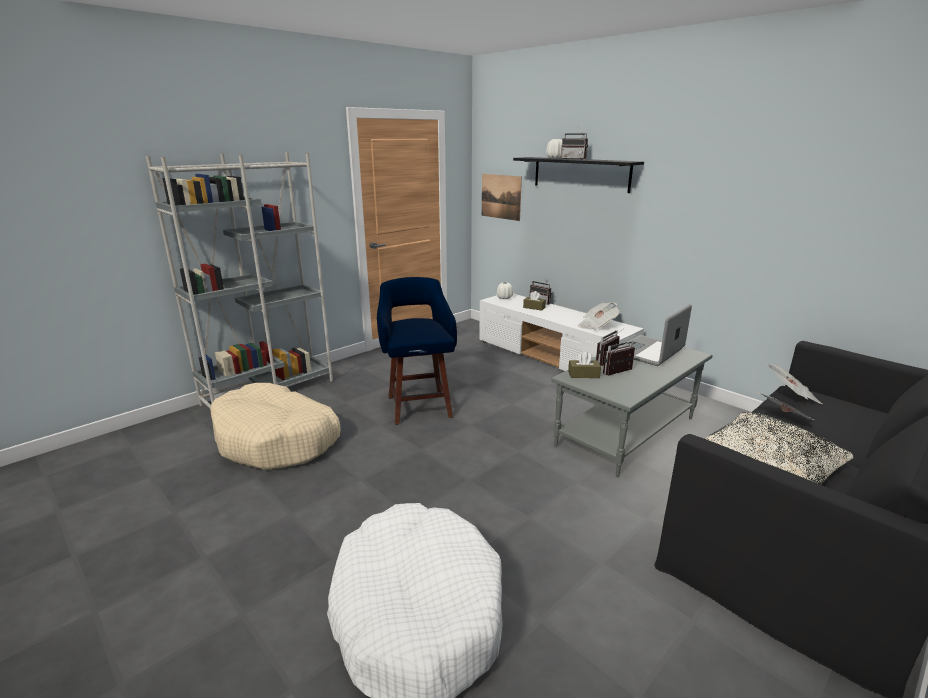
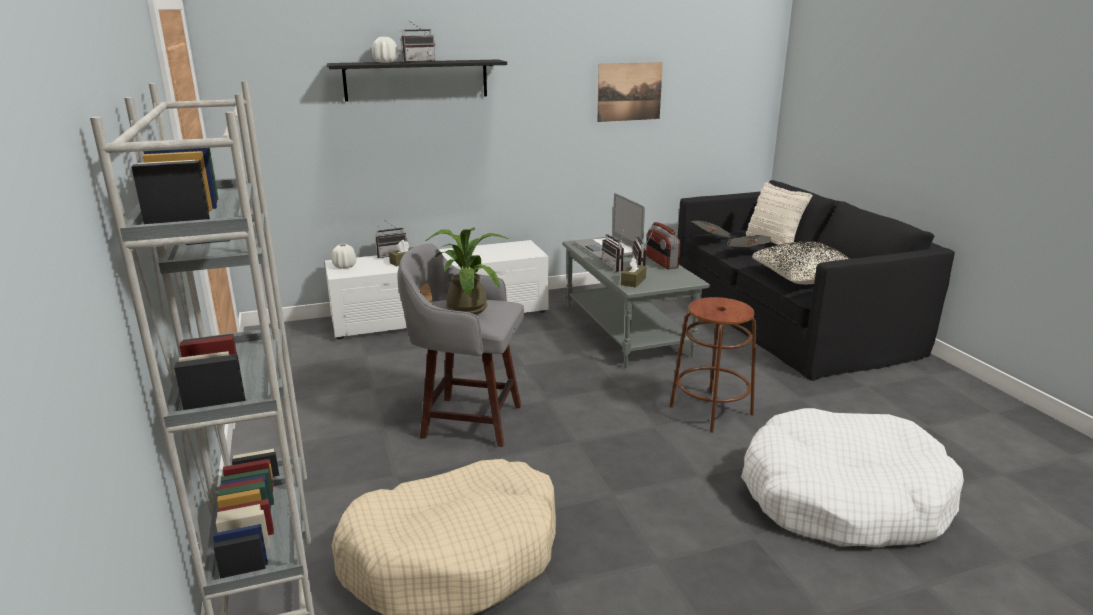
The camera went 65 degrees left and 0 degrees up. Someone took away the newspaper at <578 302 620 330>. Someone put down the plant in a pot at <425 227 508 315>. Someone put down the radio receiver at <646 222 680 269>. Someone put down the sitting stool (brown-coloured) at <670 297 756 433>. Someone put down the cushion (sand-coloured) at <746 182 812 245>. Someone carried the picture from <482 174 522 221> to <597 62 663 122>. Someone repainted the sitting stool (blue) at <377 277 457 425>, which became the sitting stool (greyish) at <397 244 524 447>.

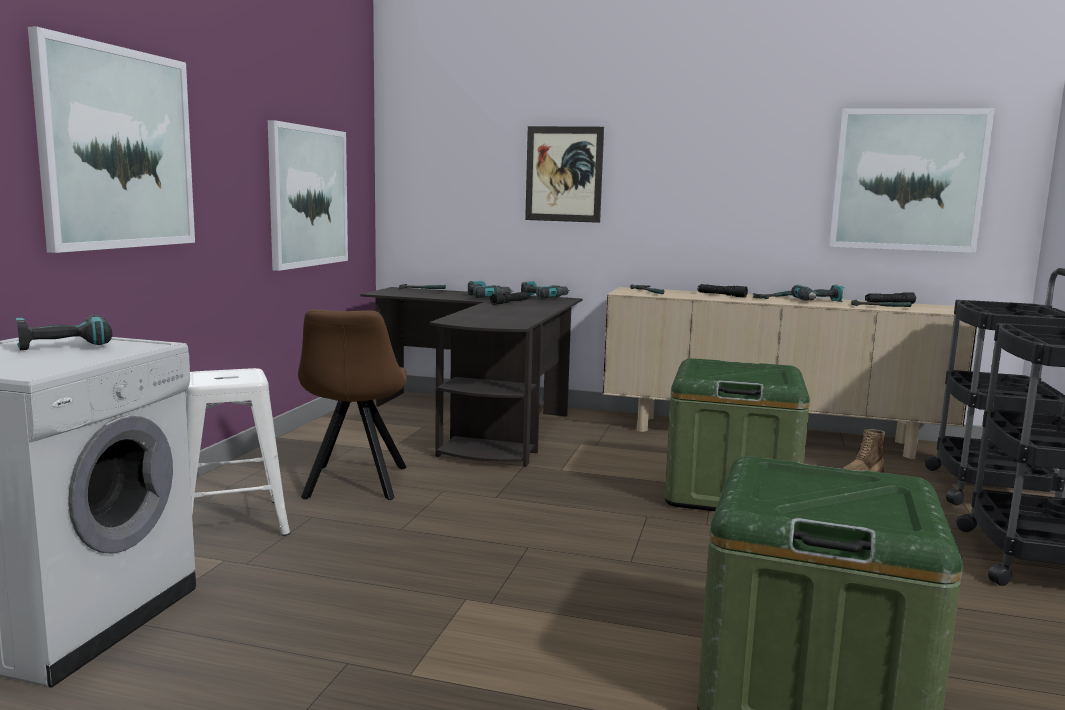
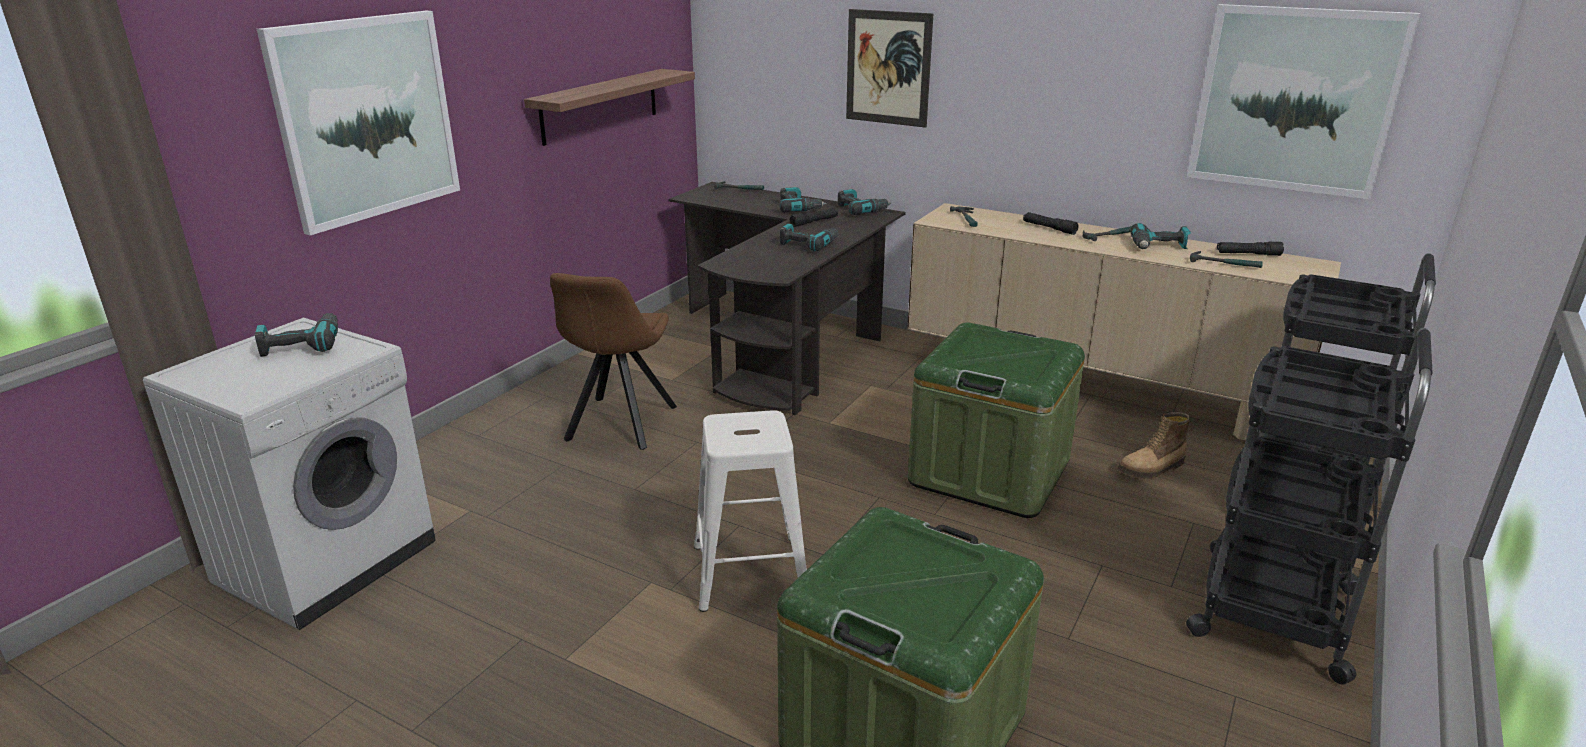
The camera went 15 degrees right and 15 degrees up. Someone put down the drill at <780 223 838 251>. Someone carried the sitting stool (white-coloured) from <186 368 290 536> to <694 410 807 612>. Someone swapped the picture at <268 120 348 271> for the wall shelf at <524 69 695 146>.

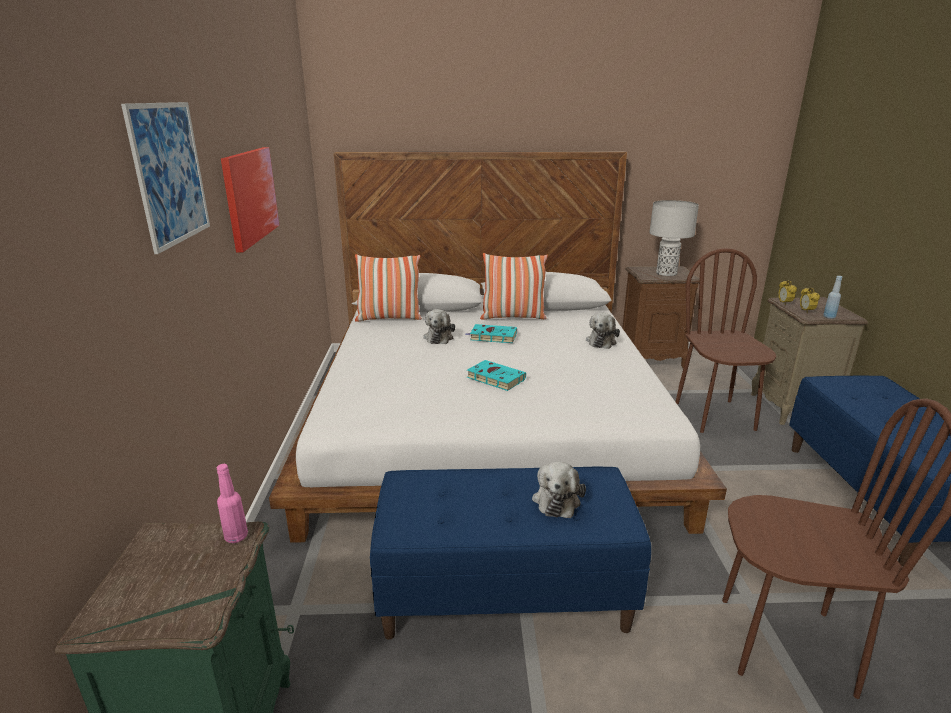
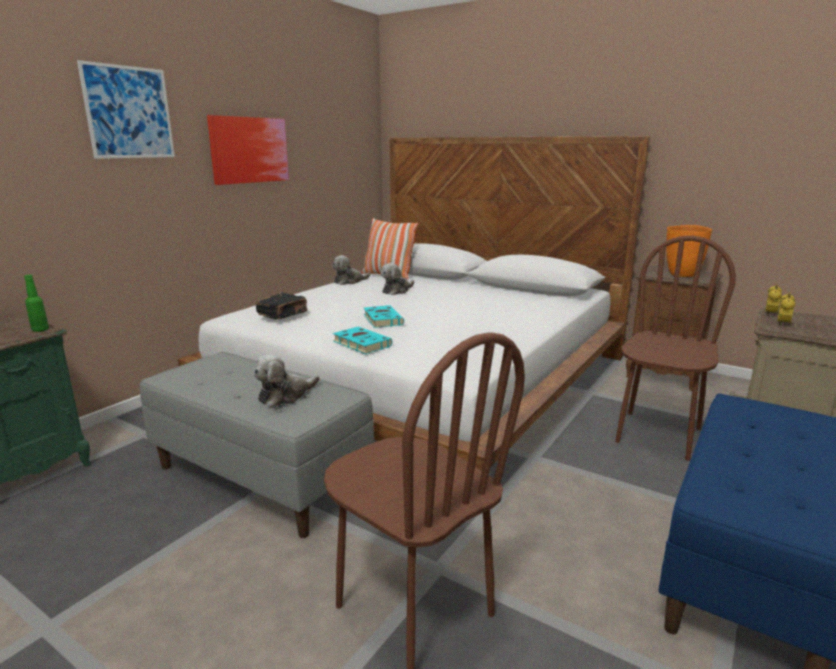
The camera went 35 degrees right and 5 degrees down. Someone took away the cushion at <480 253 548 320>. Someone took away the drink bottle (blue) at <823 276 842 319>. Someone put down the volume (blackish) at <255 293 308 320>. Someone carried the volume (blue-green) from <465 324 517 343> to <333 327 392 354>. Someone carried the plush toy from <586 313 620 349> to <332 255 370 285>. Someone swapped the tabletop lamp (white-coloured) at <649 200 699 276> for the vase (orange-coloured) at <666 225 712 277>. Someone repainted the drink bottle (pink) at <217 464 248 543>, which became the drink bottle (green) at <24 275 49 332>. Someone repainted the long seat (blue) at <370 467 651 640>, which became the long seat (greyish) at <140 352 374 538>.

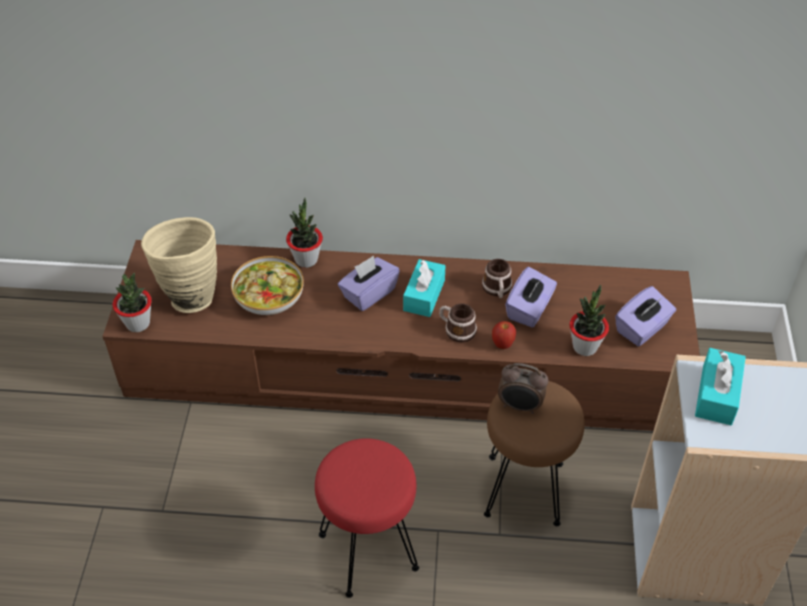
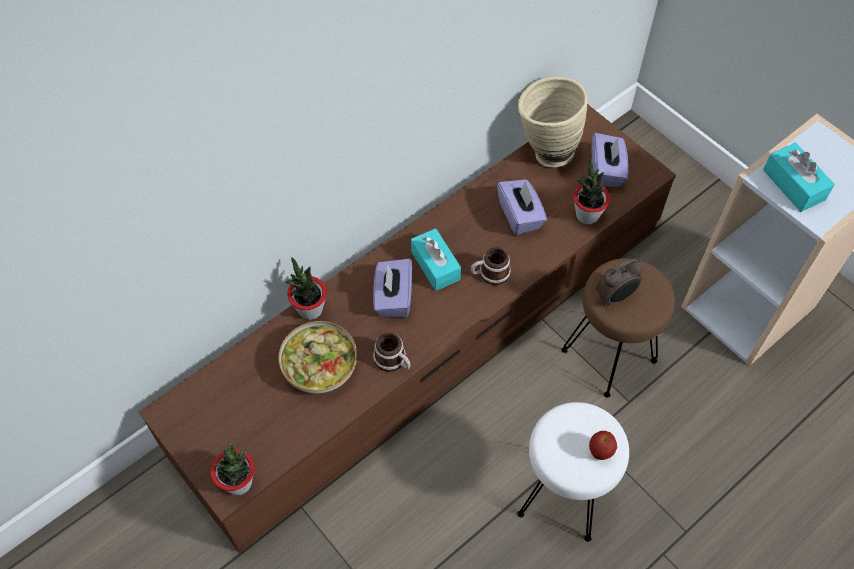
The camera went 45 degrees left and 10 degrees up. Someone carried the vase (sand-coloured) from <141 217 217 313> to <518 76 587 167>. Someone carried the mug from <482 259 512 298> to <373 333 410 372>. Someone carried the apple fruit from <492 321 516 349> to <589 431 617 460>. Someone repainted the sitting stool (reddish) at <315 438 419 598>, which became the sitting stool (white-coloured) at <517 402 629 542>.

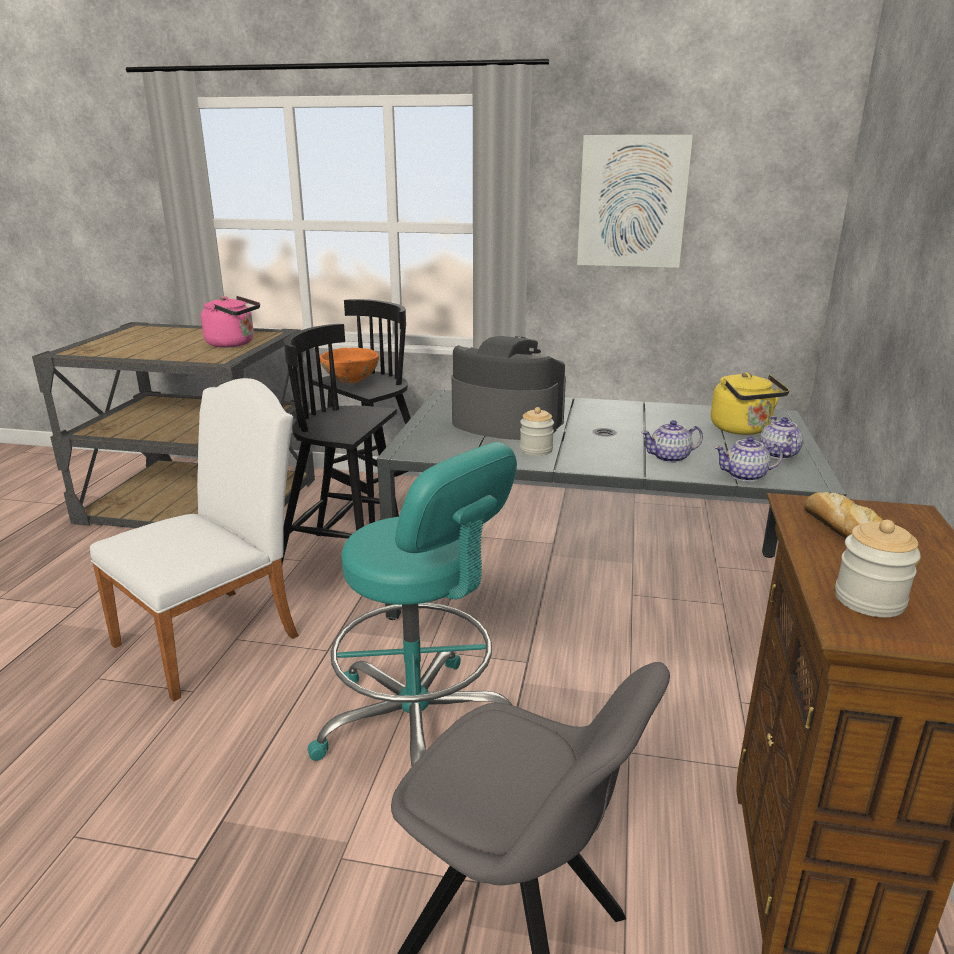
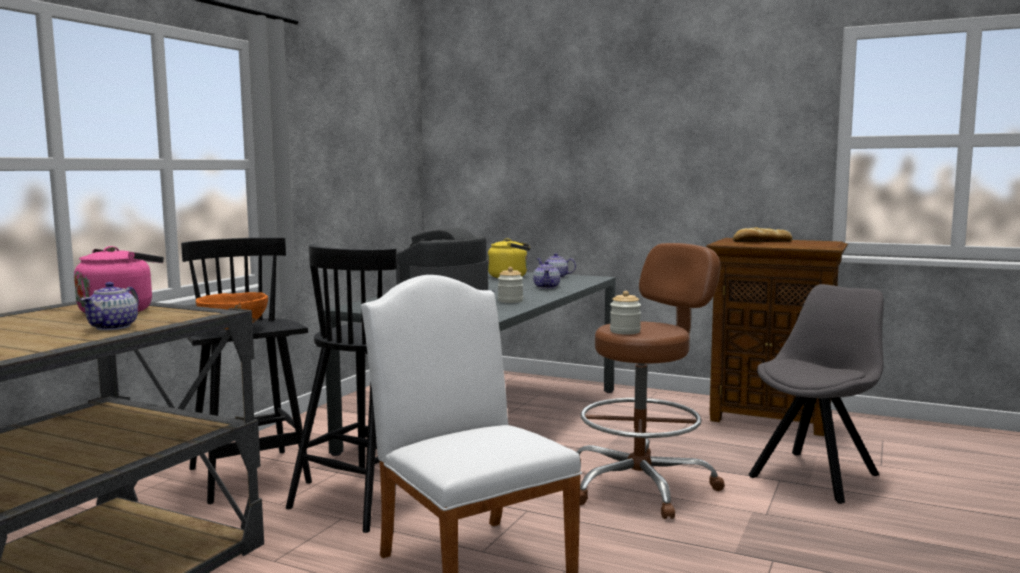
The camera went 75 degrees left and 15 degrees down. Someone took away the picture at <577 135 693 268>. Someone carried the tea pot from <714 436 783 482> to <81 282 139 330>. Someone carried the preserve jar from <835 520 921 617> to <610 291 641 335>. Someone repainted the sitting stool (blue-green) at <308 442 517 766>, which became the sitting stool (brown-coloured) at <577 243 725 519>.

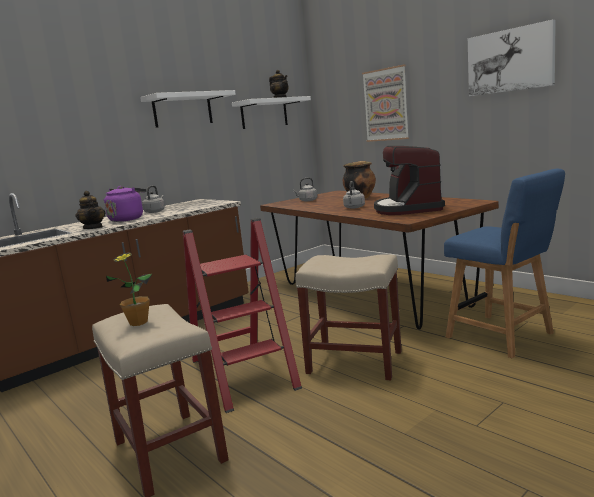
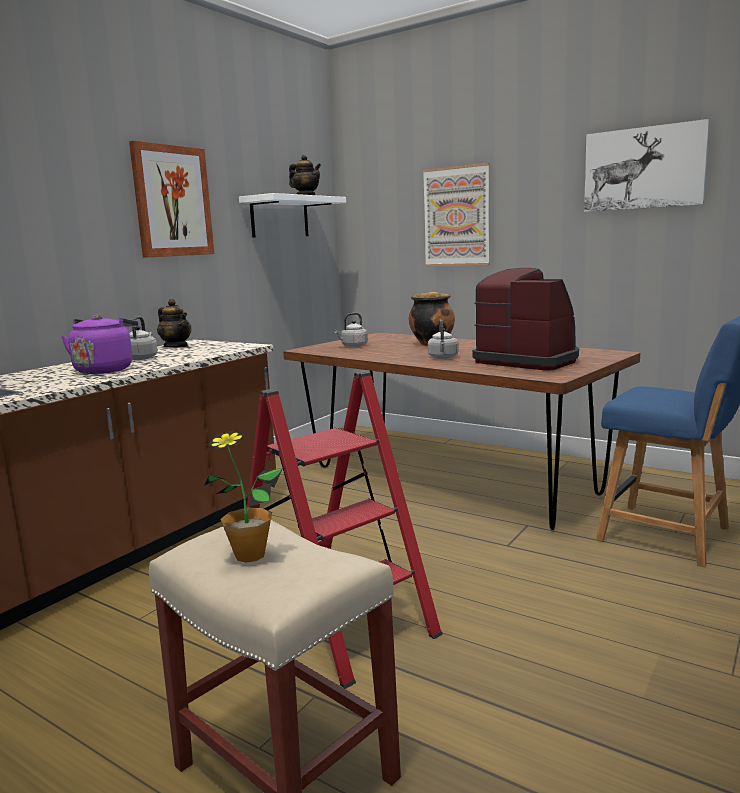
The camera went 15 degrees left and 0 degrees up. Someone took away the sitting stool (sand-coloured) at <295 254 401 380>. Someone carried the tea pot from <75 191 106 229> to <157 299 192 348>. Someone swapped the wall shelf (white-coloured) at <140 90 236 128> for the picture at <129 141 214 258>. Someone rotated the coffee machine at <374 146 445 215> by 150 degrees clockwise.

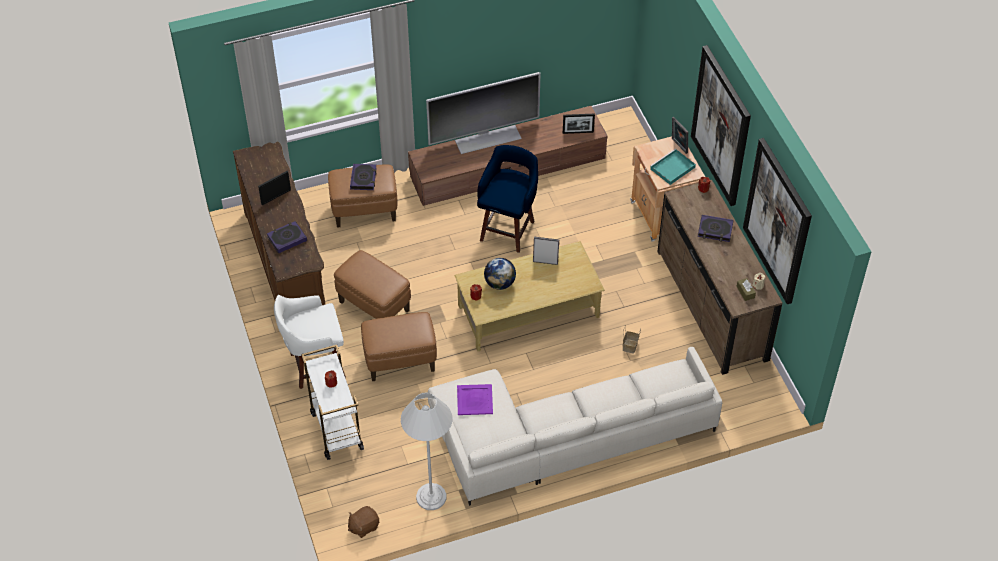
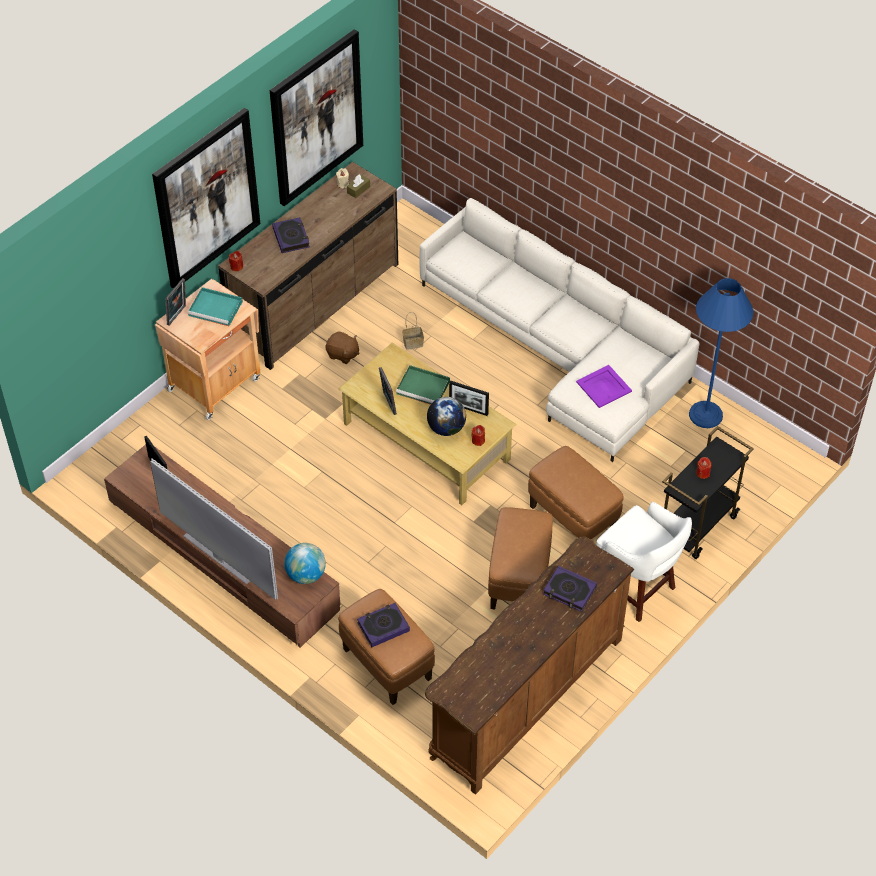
The camera went 120 degrees left and 0 degrees up. Someone took away the sitting stool (blue) at <477 145 538 253>. Someone put down the desk globe at <284 543 326 584>. Someone put down the tray (green) at <396 365 450 405>. Someone carried the standing frame from <258 171 291 205> to <449 380 489 416>. Someone carried the plush toy (brown-coloured) from <348 506 379 538> to <326 331 360 364>. Someone repainted the wheeled cart (white-coloured) at <301 345 364 460>, which became the wheeled cart (blackish) at <662 426 754 559>. Someone repainted the standard lamp (white-coloured) at <401 393 453 510>, which became the standard lamp (blue) at <689 278 753 428>.

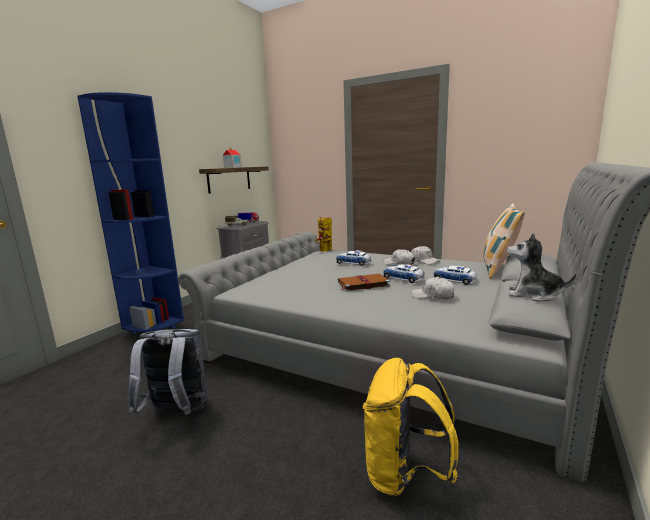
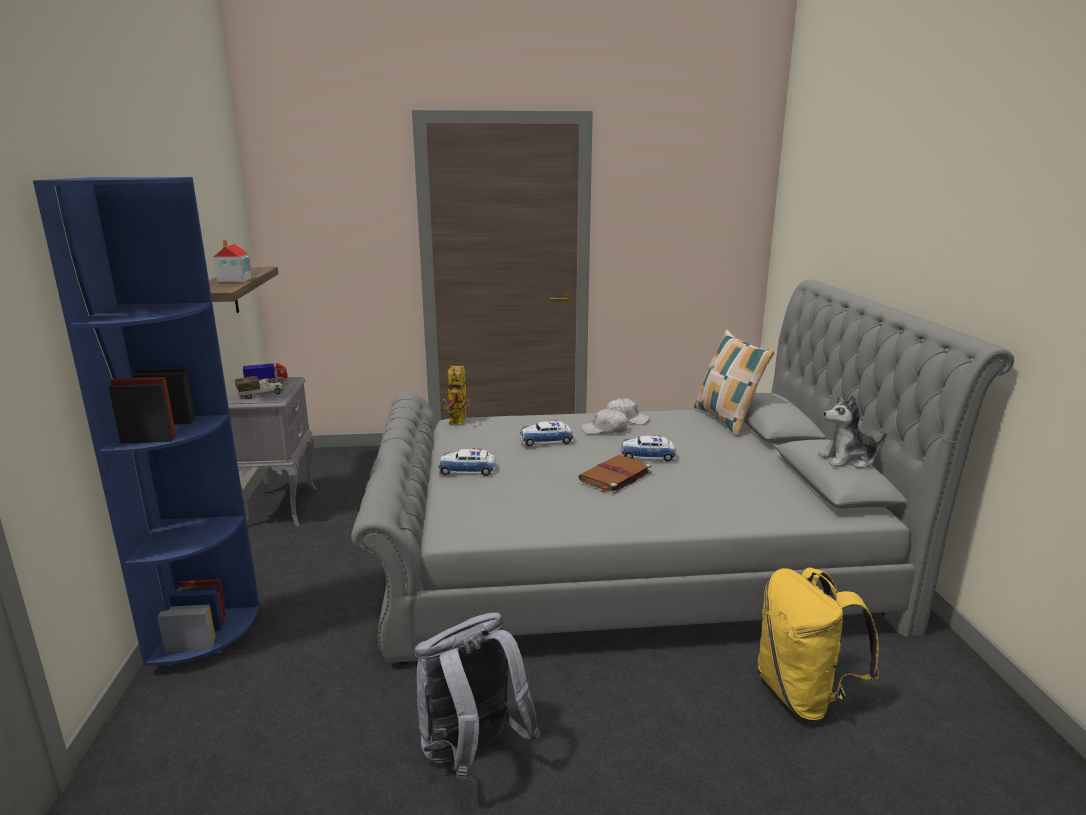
The camera went 35 degrees left and 5 degrees up. Someone took away the cap (white-coloured) at <412 277 455 299>. Someone carried the miniature car from <433 266 477 285> to <438 448 496 476>.

